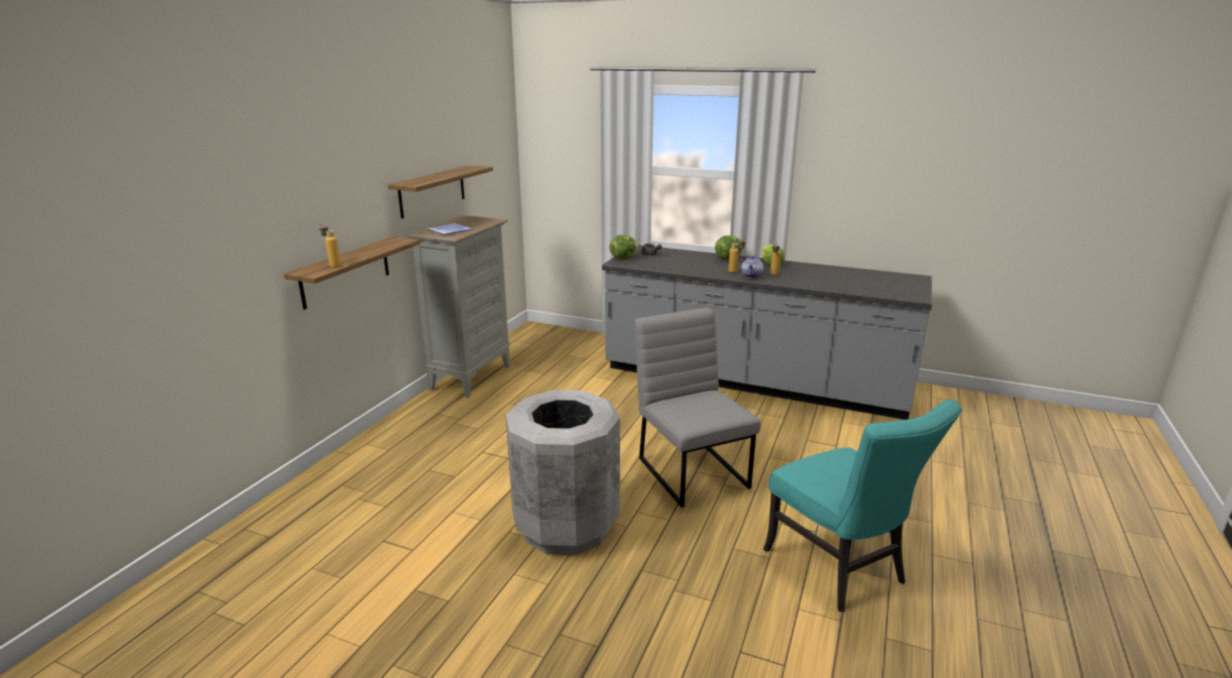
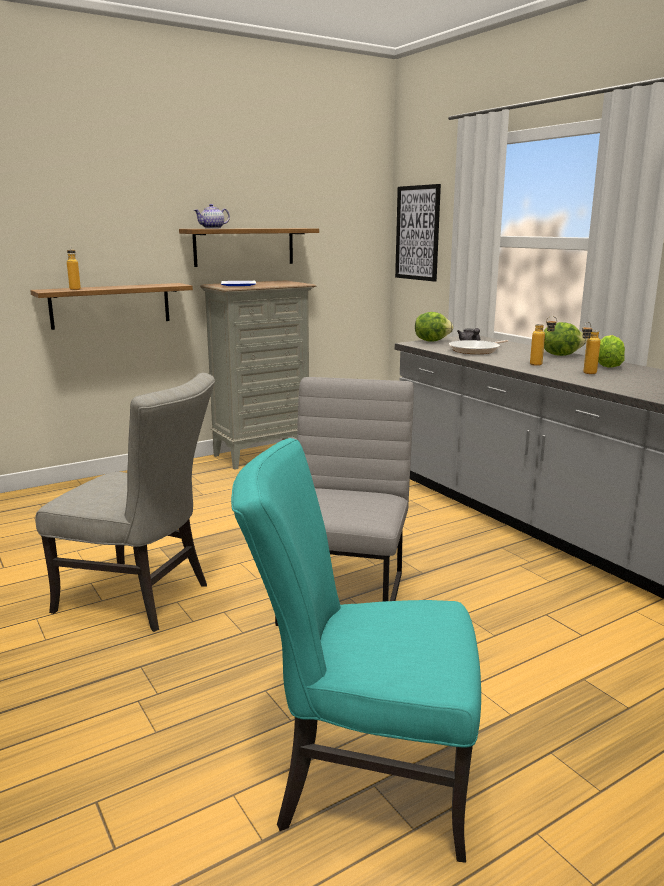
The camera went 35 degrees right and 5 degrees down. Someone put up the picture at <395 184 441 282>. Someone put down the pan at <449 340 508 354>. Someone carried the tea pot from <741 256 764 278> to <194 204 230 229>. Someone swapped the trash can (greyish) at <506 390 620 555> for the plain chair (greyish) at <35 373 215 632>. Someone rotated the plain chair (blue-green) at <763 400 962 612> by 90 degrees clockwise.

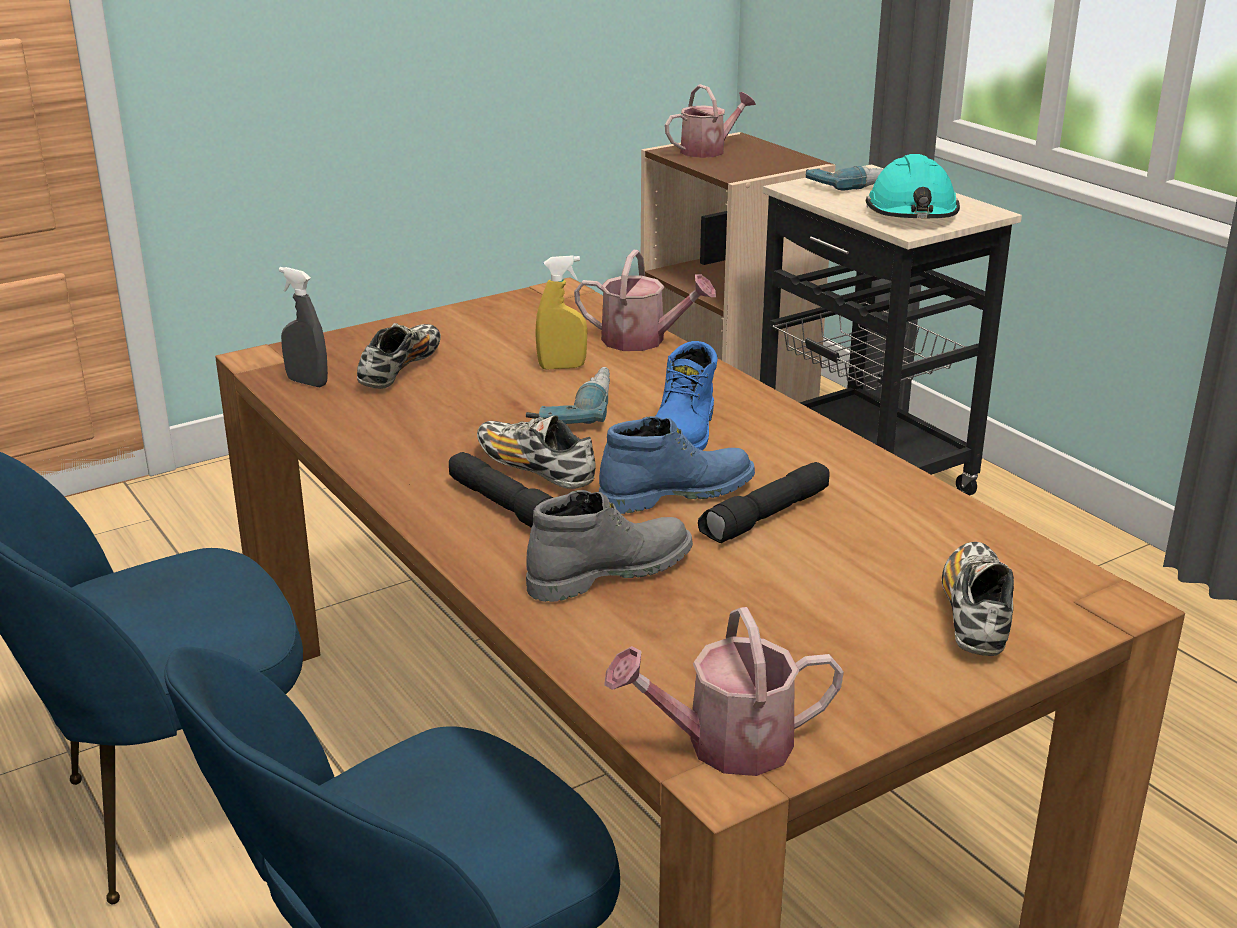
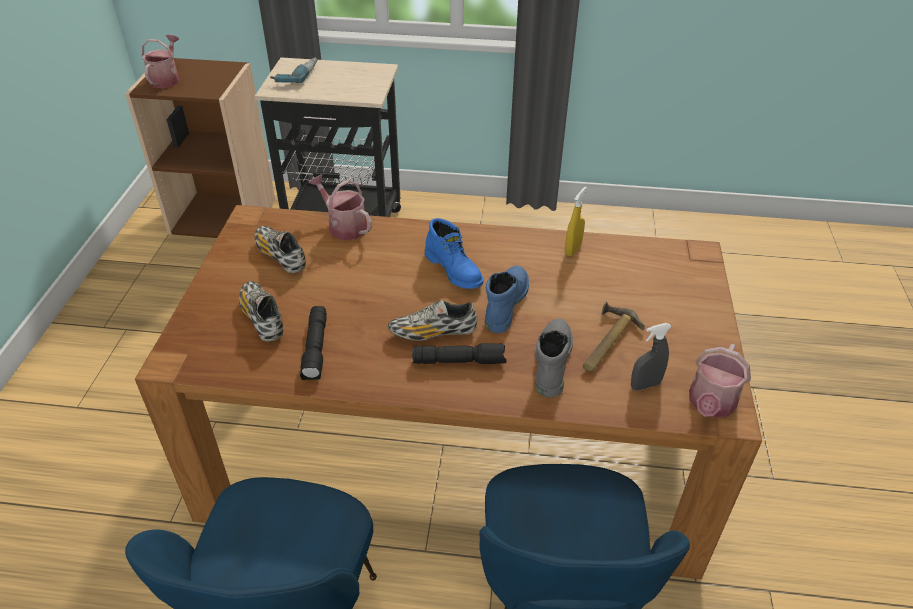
The camera went 50 degrees left and 15 degrees up. Someone took away the drill at <526 367 610 424>. Someone took away the hard hat (blue-green) at <866 154 960 218>. Someone put down the hammer at <583 301 645 371>. Someone carried the spray bottle (greyish) from <279 267 328 387> to <631 323 671 390>. Someone carried the spray bottle (yellow) from <535 255 588 369> to <565 186 587 256>. Someone carried the hand torch (blackish) from <698 462 830 543> to <300 306 327 380>. Someone carried the shoe from <942 542 1014 656> to <254 226 306 273>. Someone rotated the watering pot at <574 250 716 351> by 105 degrees counterclockwise.

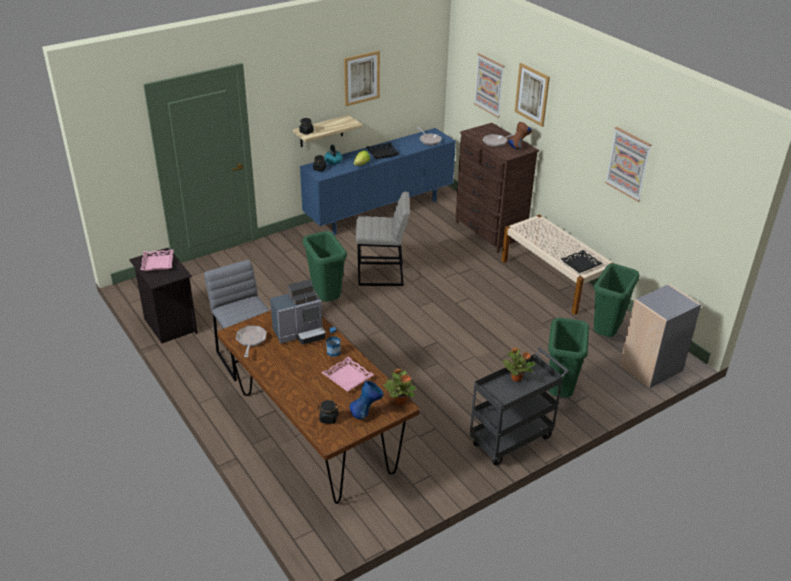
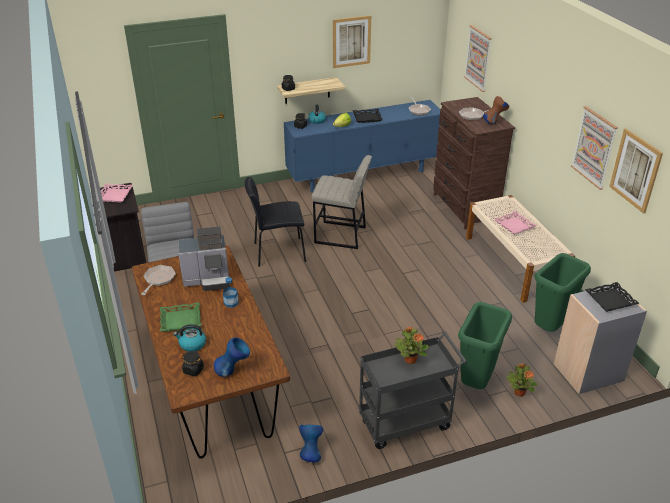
The camera went 15 degrees right and 0 degrees up. Someone put down the tray (green) at <160 302 201 332>. Someone put down the kettle at <173 324 206 352>. Someone put down the vase (blue) at <299 425 323 463>. Someone carried the tray (pink) from <321 357 374 392> to <494 211 537 235>. Someone carried the plant in a pot from <383 368 416 405> to <506 363 538 397>. Someone carried the picture from <515 63 550 127> to <609 129 663 214>. Someone carried the tray (blackish) from <561 250 602 273> to <585 282 639 312>. Someone swapped the trash can (green) at <303 231 347 302> for the plain chair (blackish) at <245 177 306 267>.

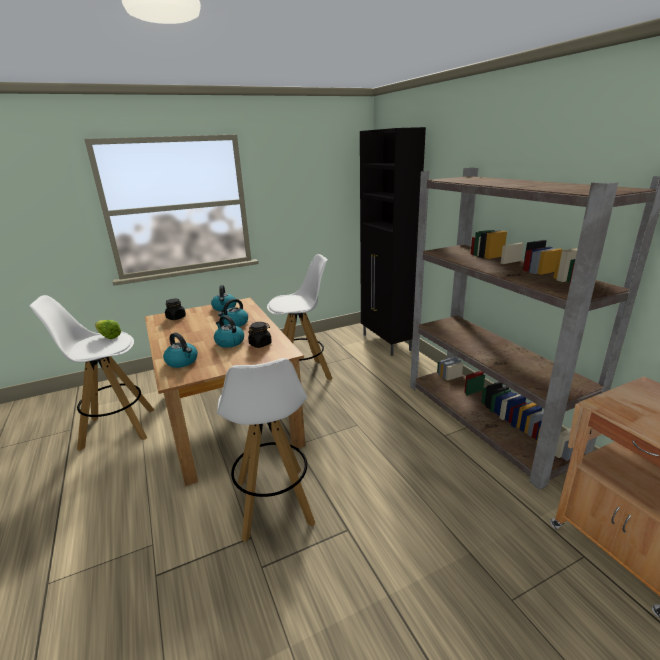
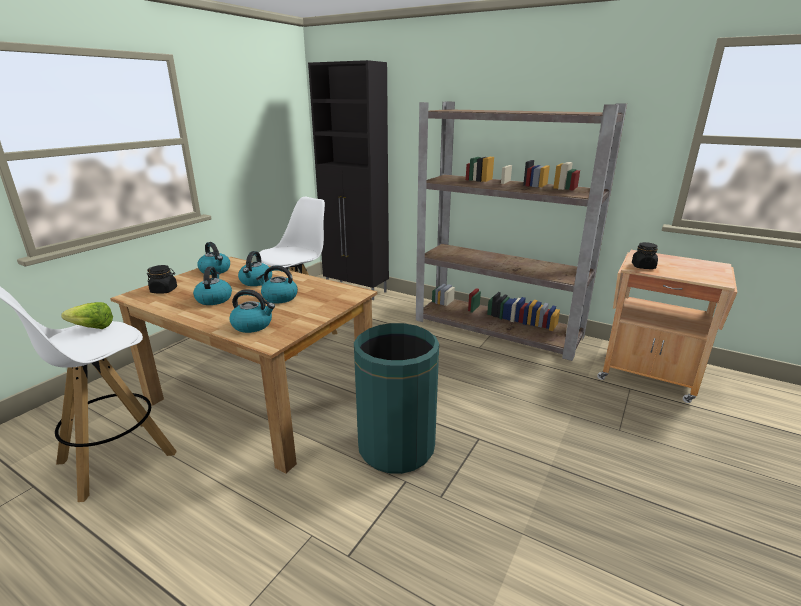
The camera went 35 degrees left and 0 degrees up. Someone put down the kettle at <193 266 232 305>. Someone carried the preserve jar (blackish) from <248 322 272 348> to <632 242 658 269>. Someone swapped the sitting stool (white-coloured) at <217 358 315 543> for the trash can (green) at <354 323 439 474>.

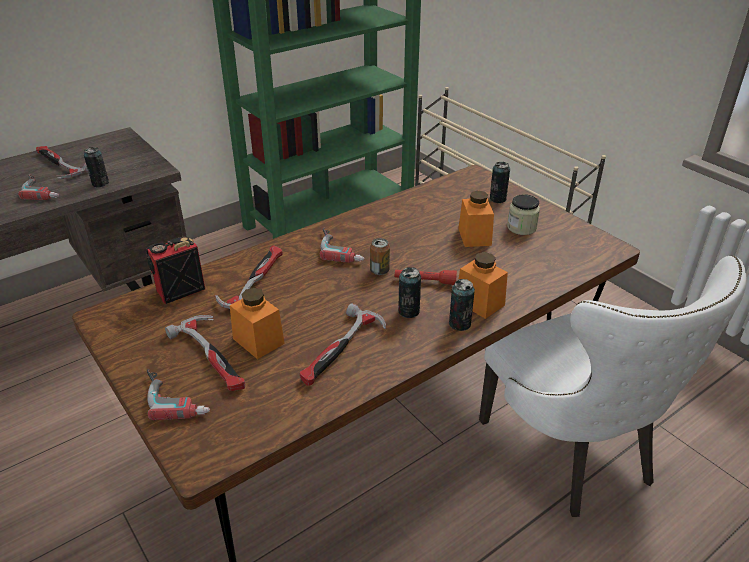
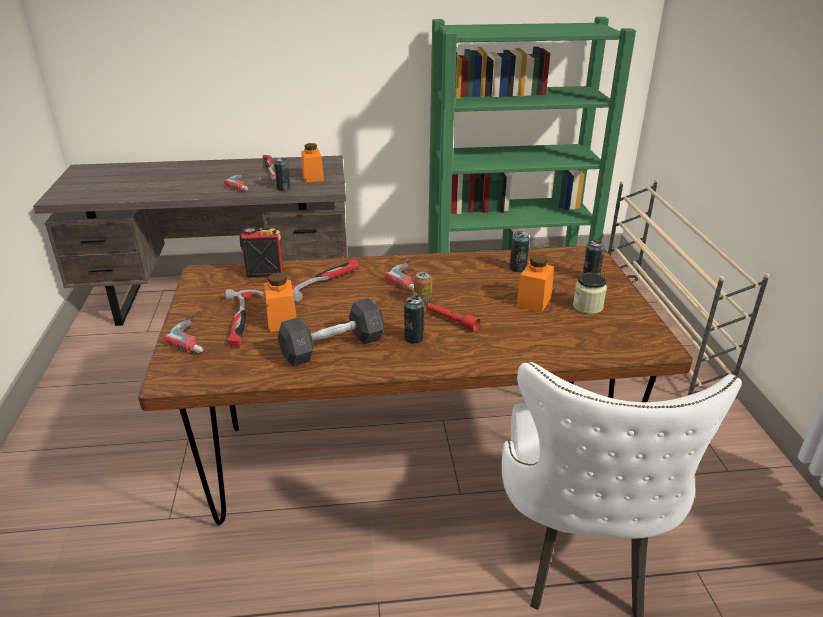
The camera went 30 degrees right and 5 degrees down. Someone carried the metal can from <449 279 475 331> to <510 231 529 272>. Someone carried the preserve jar (orange-coloured) from <458 252 508 319> to <301 143 324 183>. Someone swapped the hammer at <300 303 386 386> for the free weight (greyish) at <278 298 385 366>.

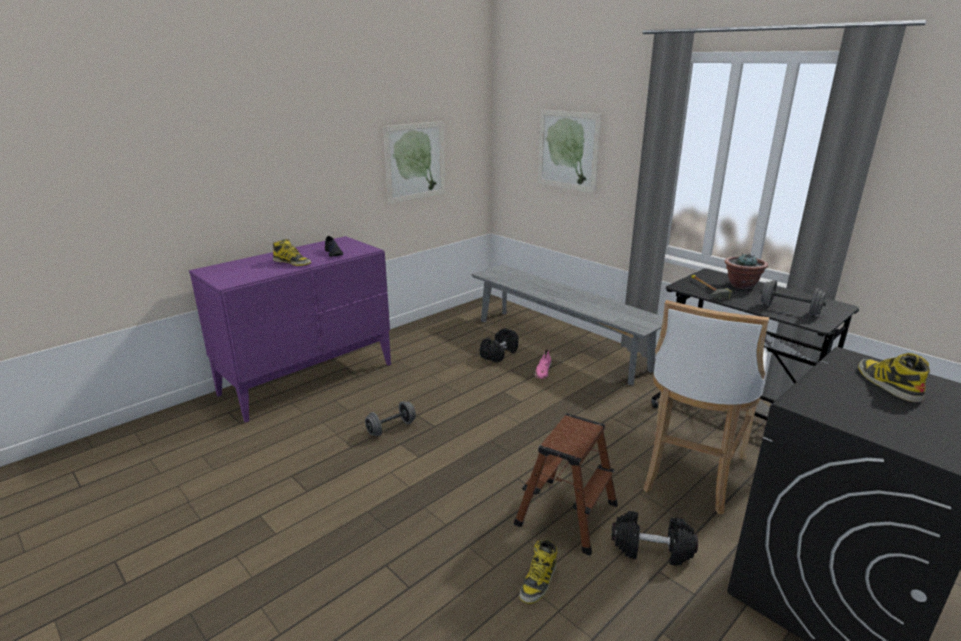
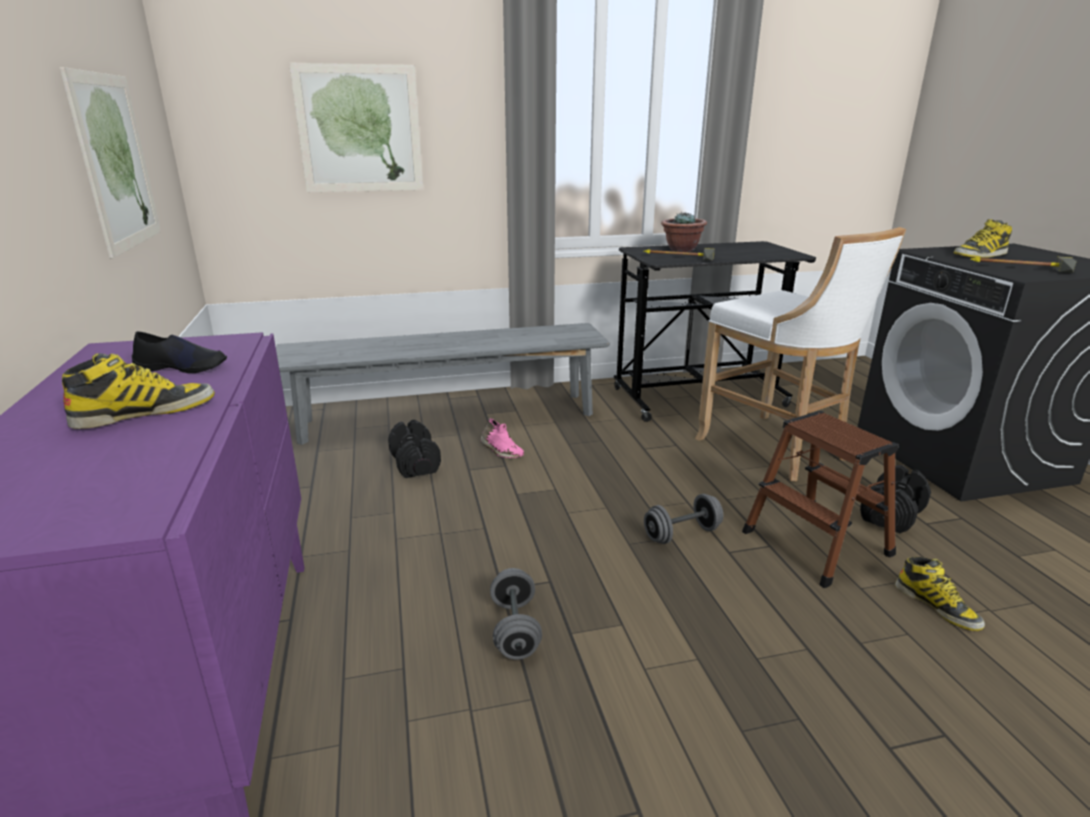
The camera went 60 degrees left and 0 degrees up. Someone put down the hammer at <971 256 1077 273>. Someone carried the free weight (greyish) from <761 280 826 316> to <644 494 723 544>. Someone rotated the high-top boot at <858 353 930 402> by 45 degrees counterclockwise.

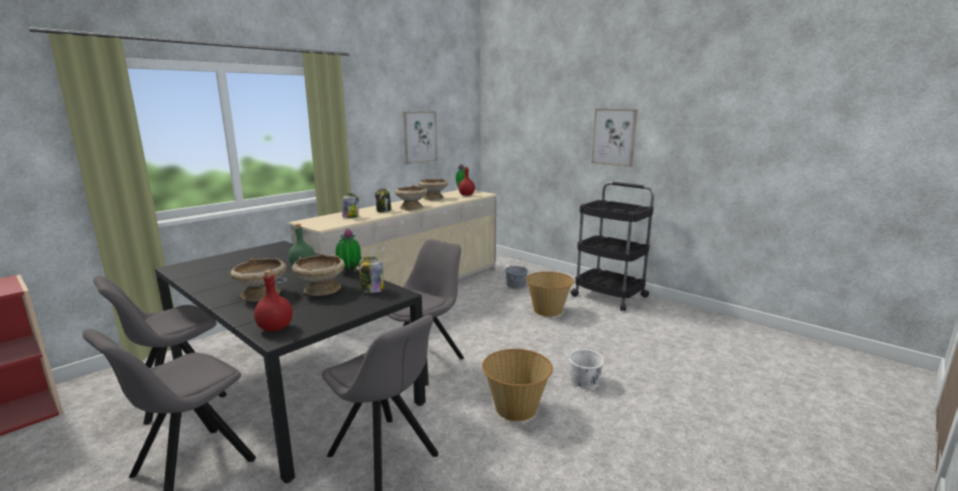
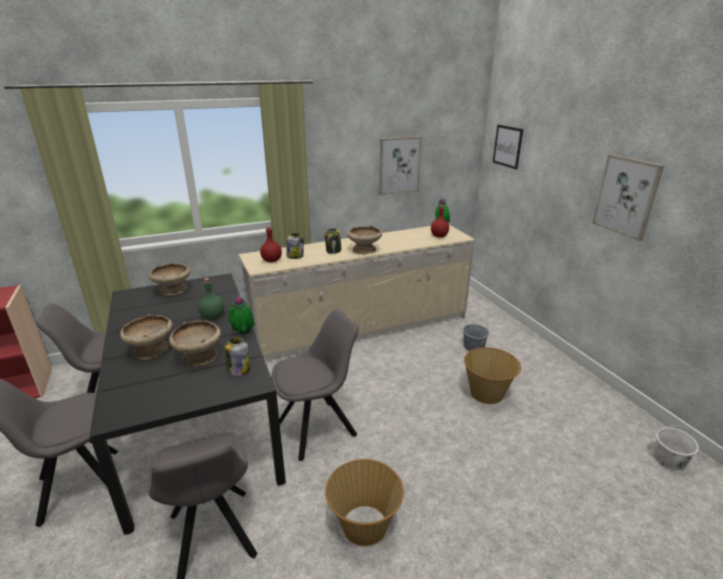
The camera went 25 degrees right and 10 degrees up. Someone took away the wheeled cart (blackish) at <571 182 654 311>. Someone put up the picture at <493 125 523 169>. Someone carried the drink bottle (reddish) from <254 270 293 332> to <260 226 282 262>. Someone carried the bowl (sand-coloured) from <418 178 448 200> to <149 263 190 296>. Someone carried the pail (white-coloured) from <569 342 604 388> to <653 425 699 471>.

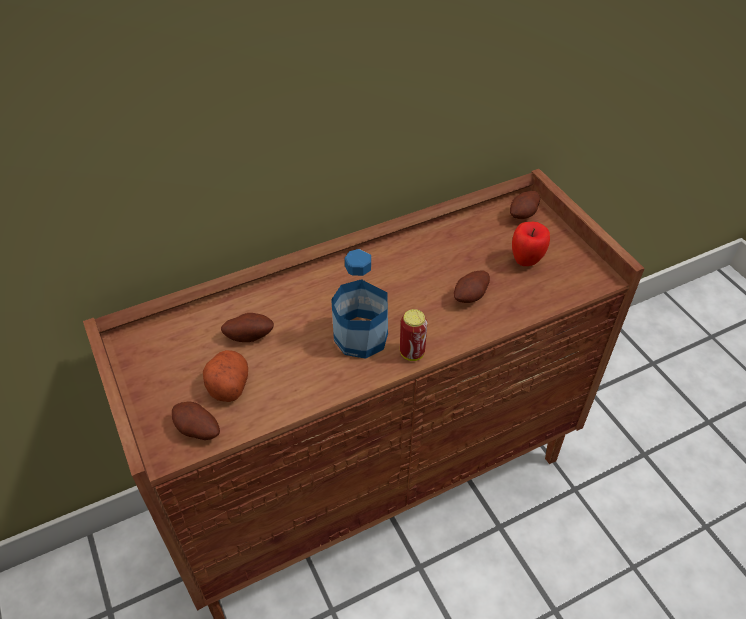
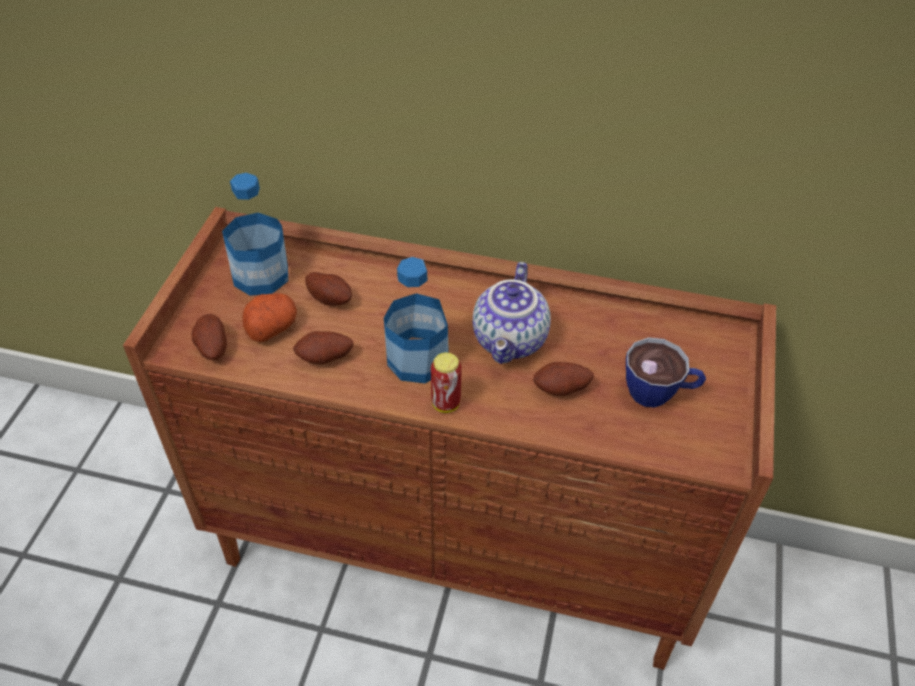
The camera went 40 degrees right and 0 degrees up. Someone put down the drink bottle at <222 173 288 296>. Someone put down the tea pot at <473 262 551 364>. Someone carried the potato from <510 191 540 219> to <293 331 353 364>. Someone swapped the apple fruit at <512 222 550 266> for the small cup at <626 337 706 408>.

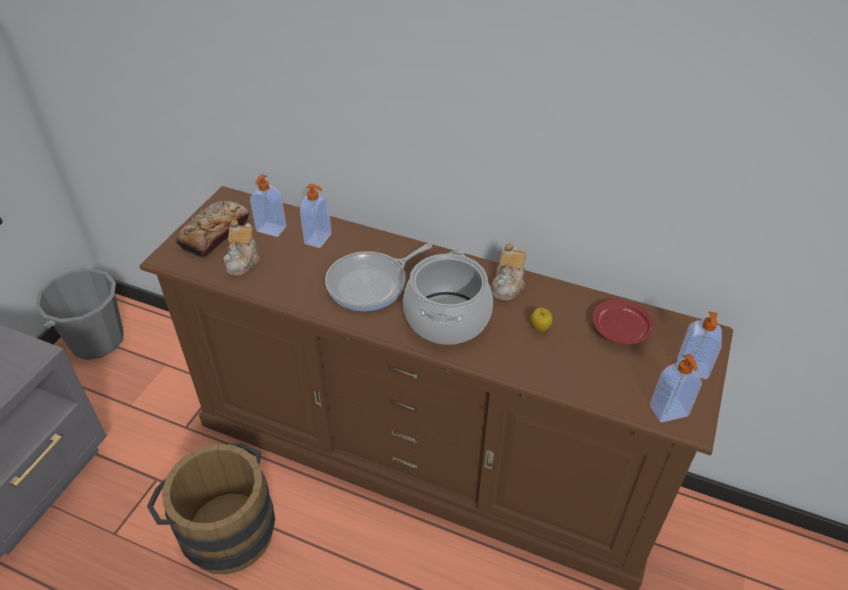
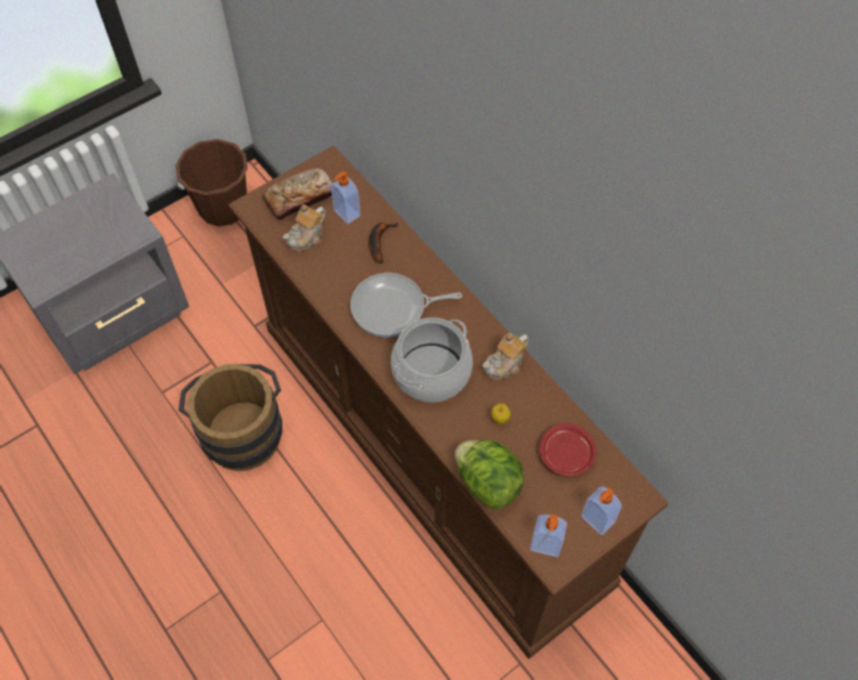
The camera went 30 degrees right and 15 degrees up. Someone put down the lettuce at <455 440 524 510>. Someone swapped the soap bottle at <300 184 332 248> for the whole banana at <369 222 398 264>. Someone repainted the pail (greyish) at <35 268 124 360>, which became the pail (brown-coloured) at <176 139 248 226>.

